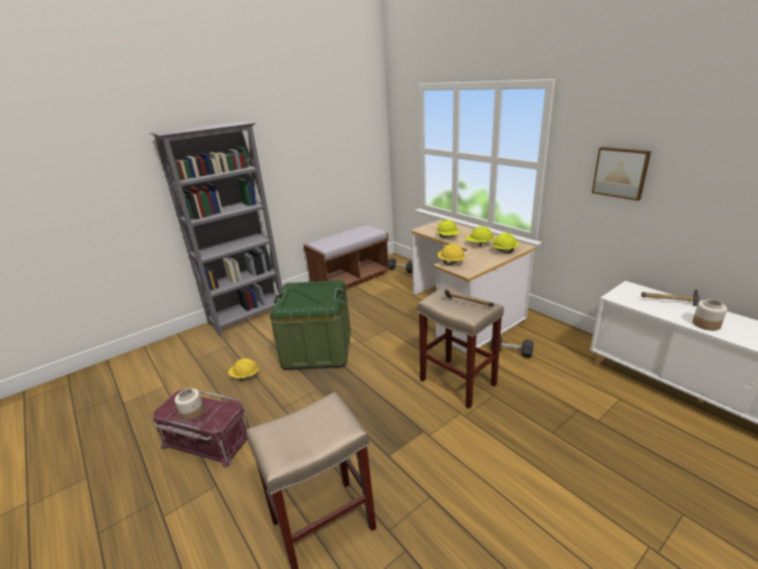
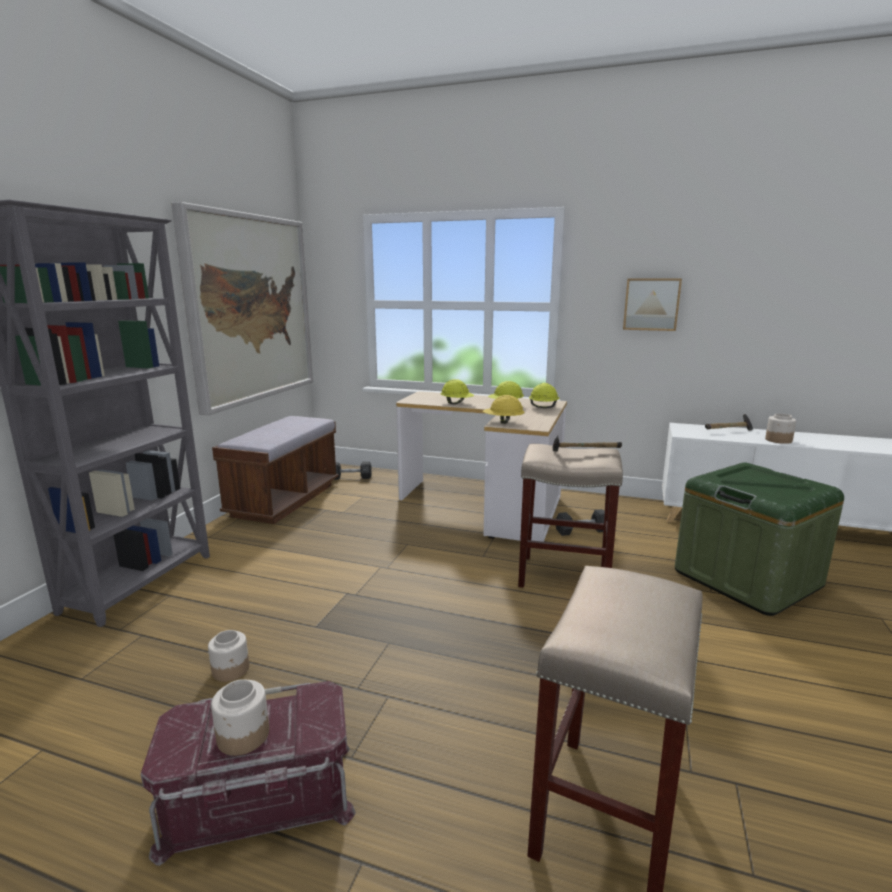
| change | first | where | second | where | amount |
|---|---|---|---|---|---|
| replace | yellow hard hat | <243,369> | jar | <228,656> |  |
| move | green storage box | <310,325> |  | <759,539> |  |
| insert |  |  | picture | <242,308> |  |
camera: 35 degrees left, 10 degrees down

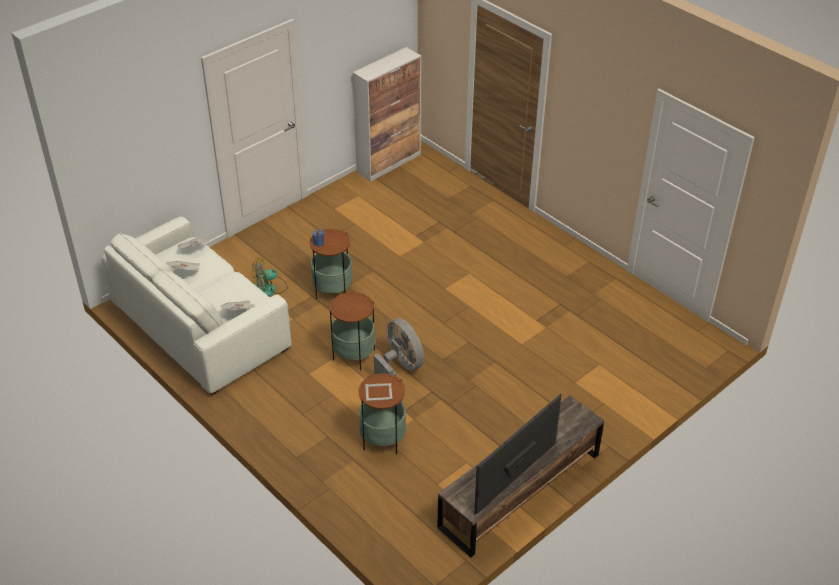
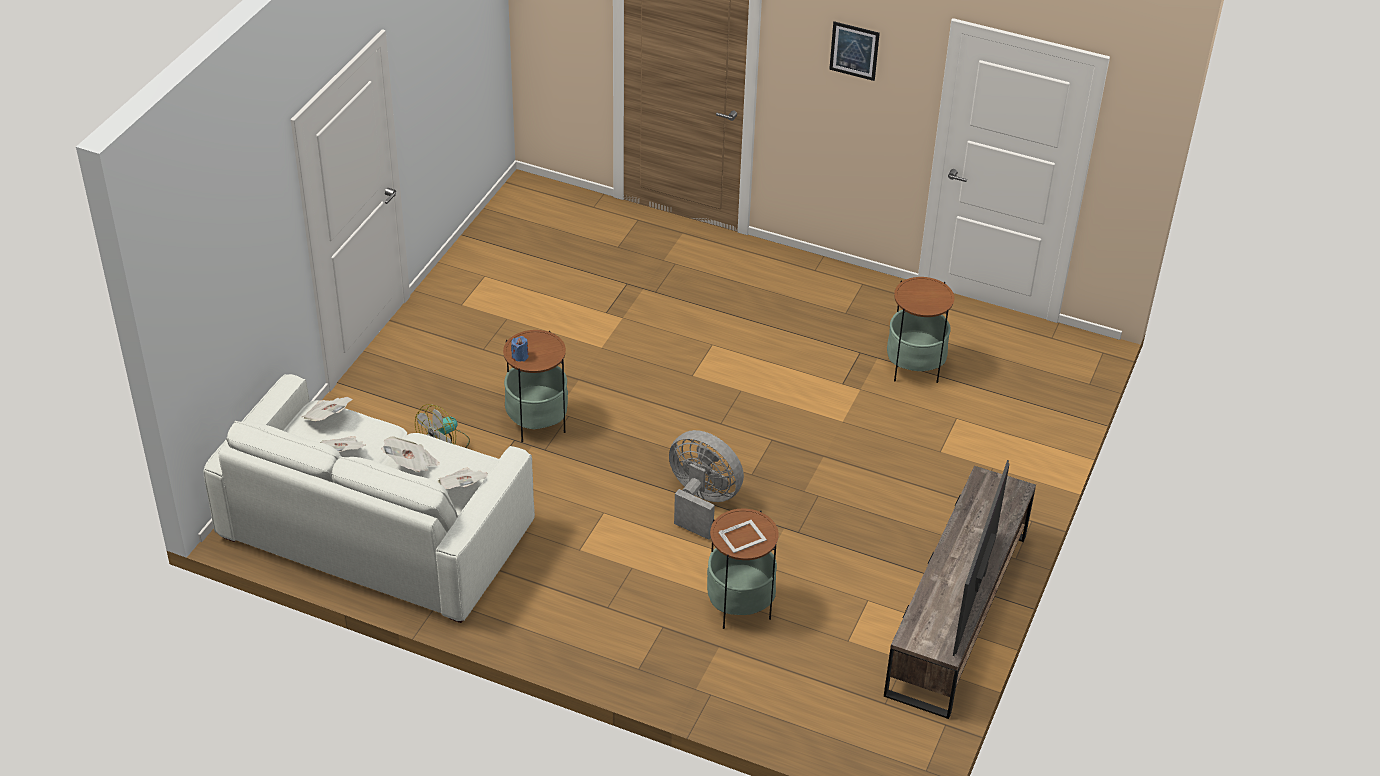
| change | first | where | second | where | amount |
|---|---|---|---|---|---|
| move | side table | <352,331> |  | <920,330> |  |
| delete | cabinet | <387,114> |  |  |  |
| insert |  |  | newspaper | <410,454> |  |
| insert |  |  | picture | <854,51> |  |
camera: 25 degrees left, 0 degrees up

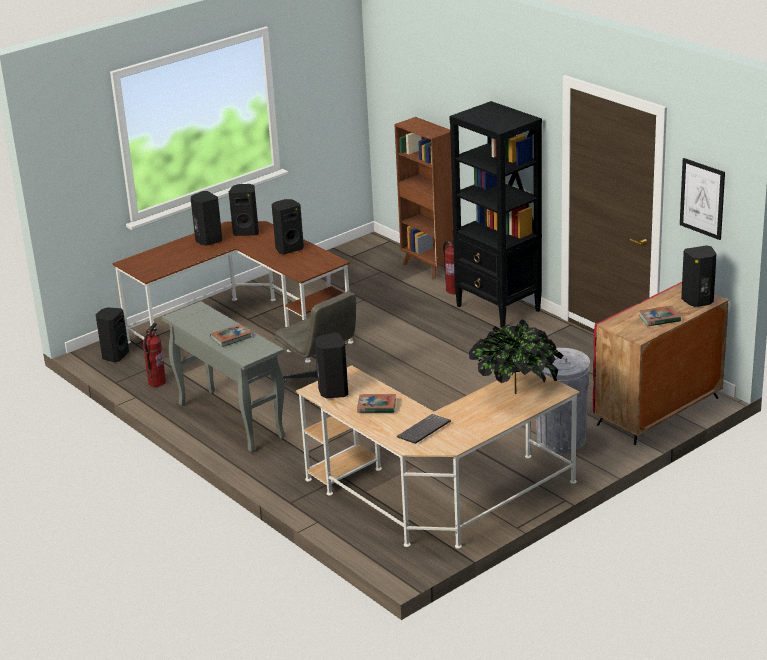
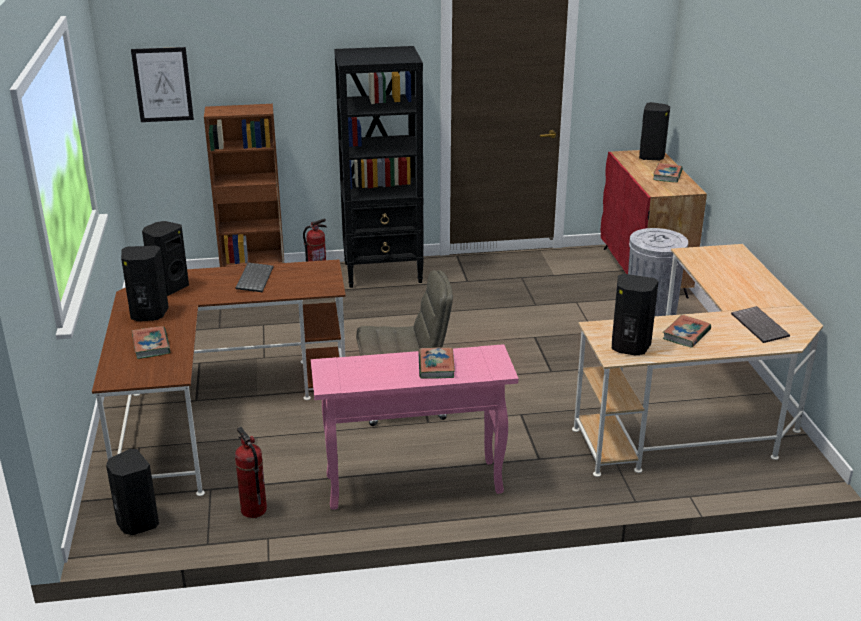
| change | first | where | second | where | amount |
|---|---|---|---|---|---|
| recolor | grey console table | <223,377> | pink console table | <414,427> |  |
| replace | black speaker | <288,226> | keyboard | <254,277> |  |
| delete | potted plant | <516,356> |  |  |  |
| move | picture | <702,199> |  | <162,84> |  |
| insert |  |  | book | <151,342> |  |
camera: 60 degrees left, 0 degrees up

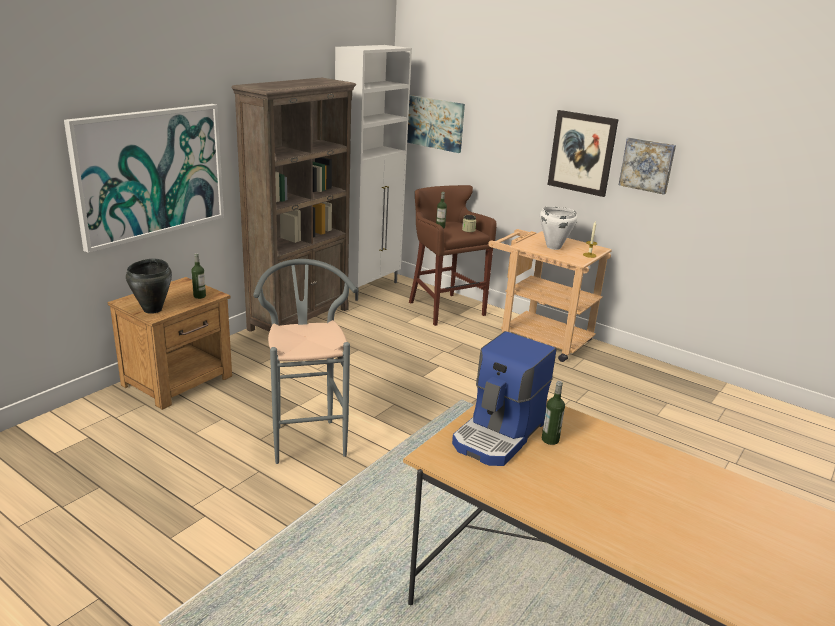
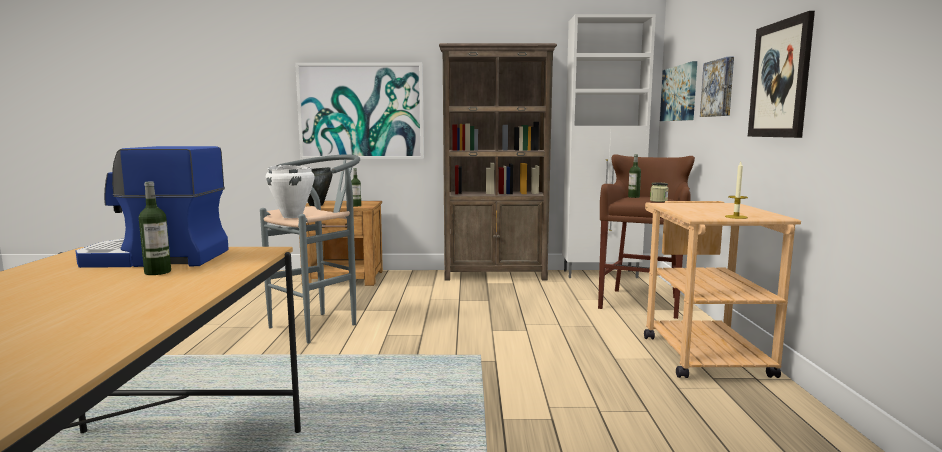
| change | first | where | second | where | amount |
|---|---|---|---|---|---|
| move | white cooking pot | <558,228> |  | <290,191> |  |
| move | picture | <647,166> |  | <717,87> |  |
camera: 55 degrees right, 15 degrees down

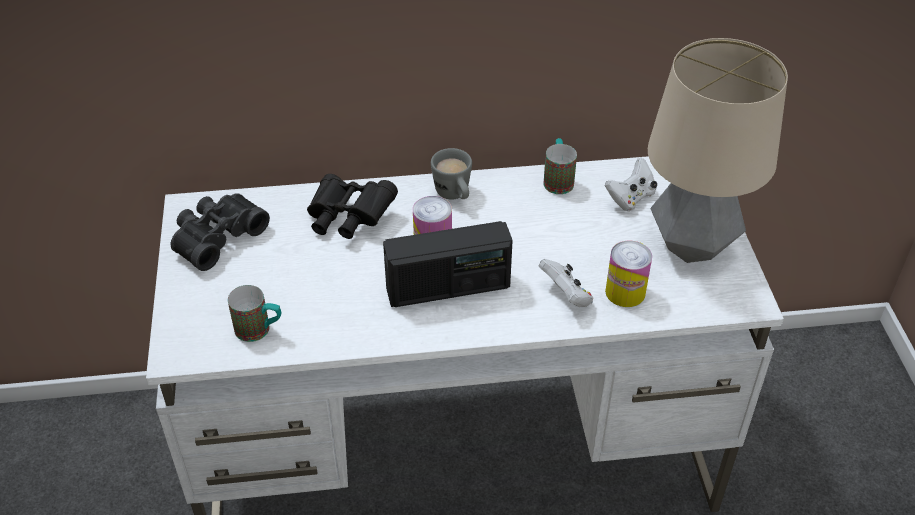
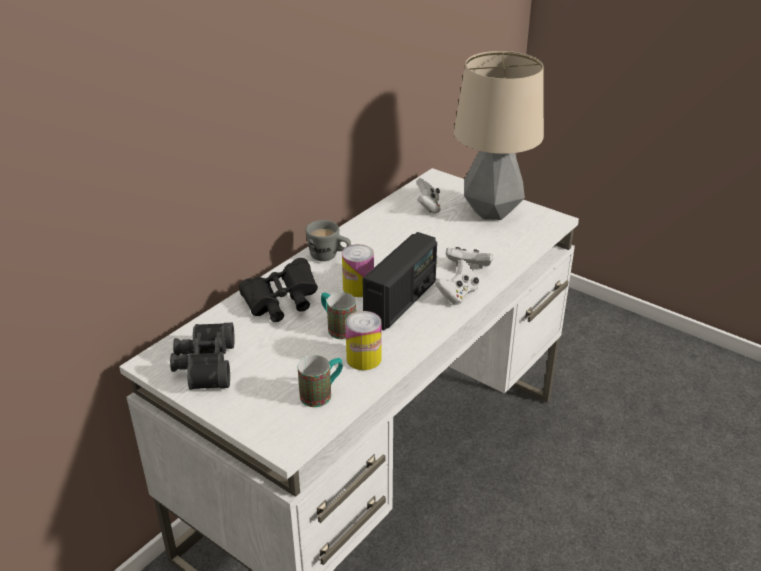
| change | first | where | second | where | amount |
|---|---|---|---|---|---|
| move | mug | <560,166> |  | <338,315> |  |
| move | can | <628,274> |  | <363,340> |  |
| insert |  |  | white game controller | <457,282> |  |
camera: 45 degrees left, 10 degrees down

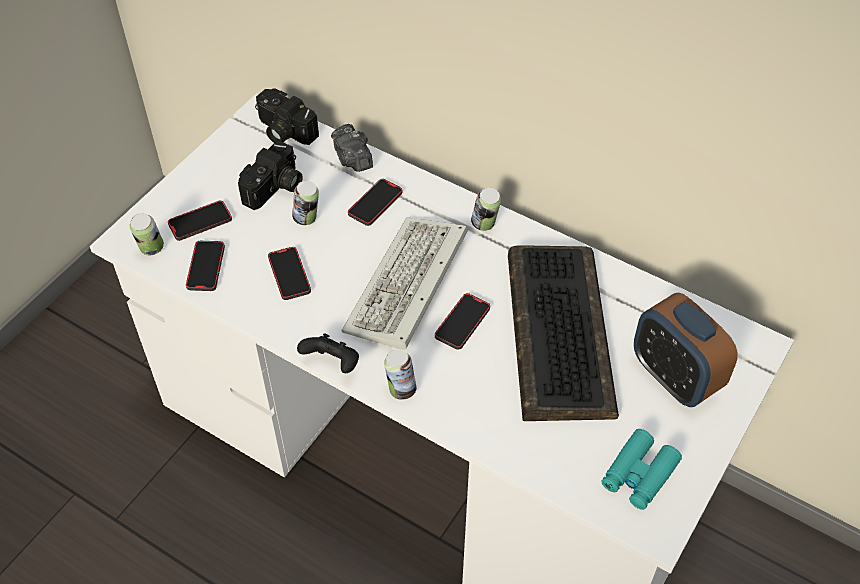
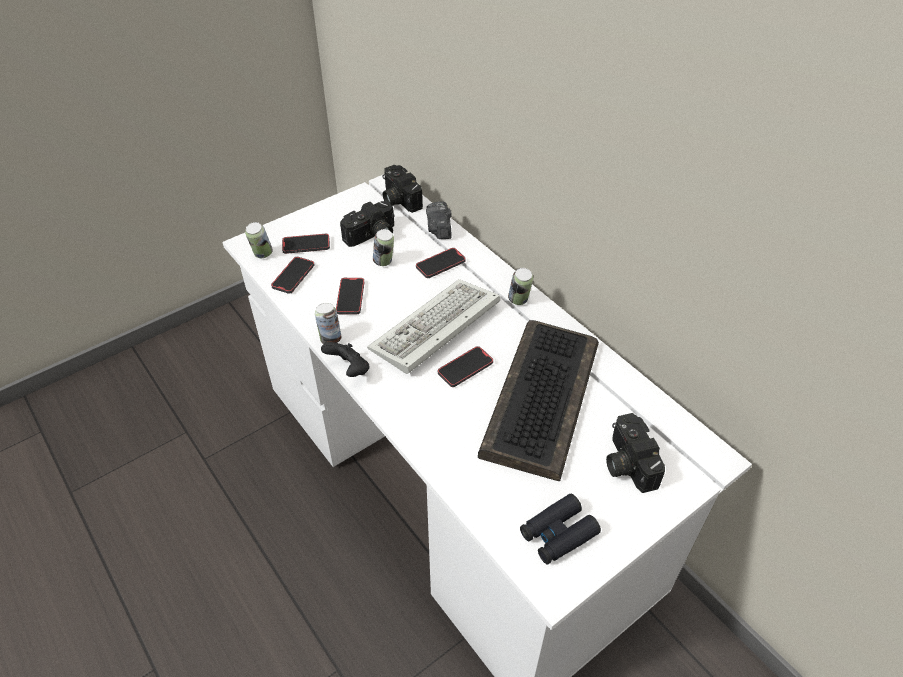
| change | first | where | second | where | amount |
|---|---|---|---|---|---|
| move | can | <400,374> |  | <328,323> |  |
| recolor | turquoise binoculars | <642,469> | black binoculars | <560,529> |  |
| replace | alarm clock | <686,349> | photo camera | <635,453> |  |
camera: 20 degrees right, 5 degrees down

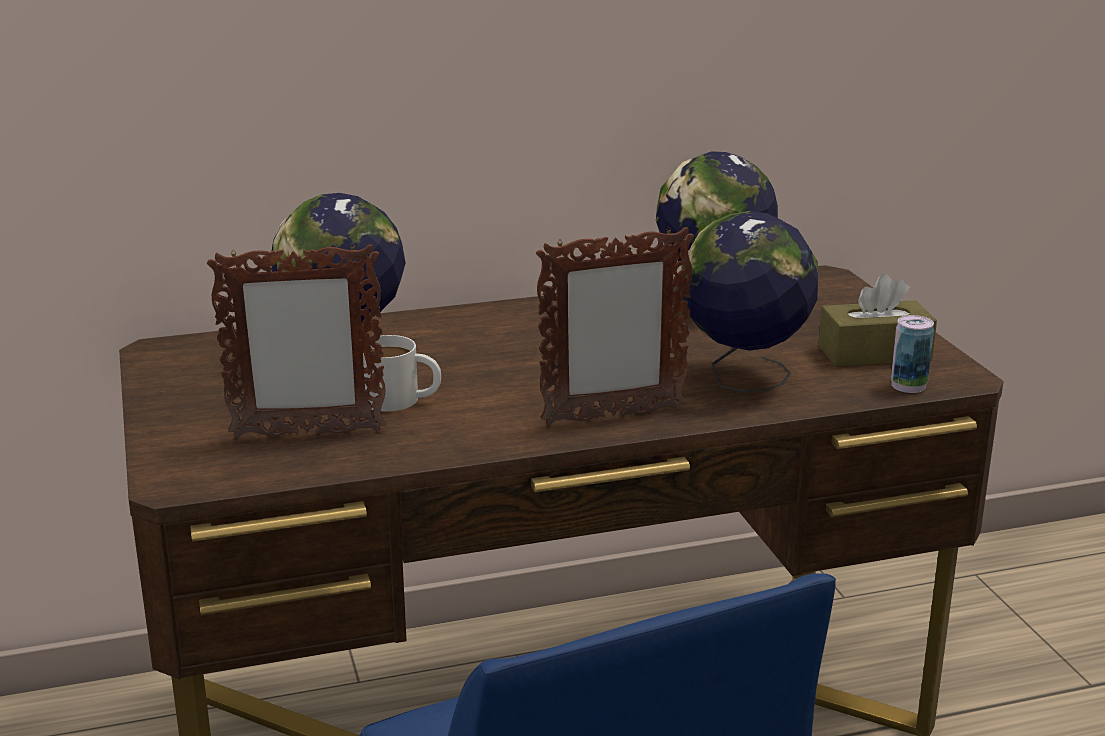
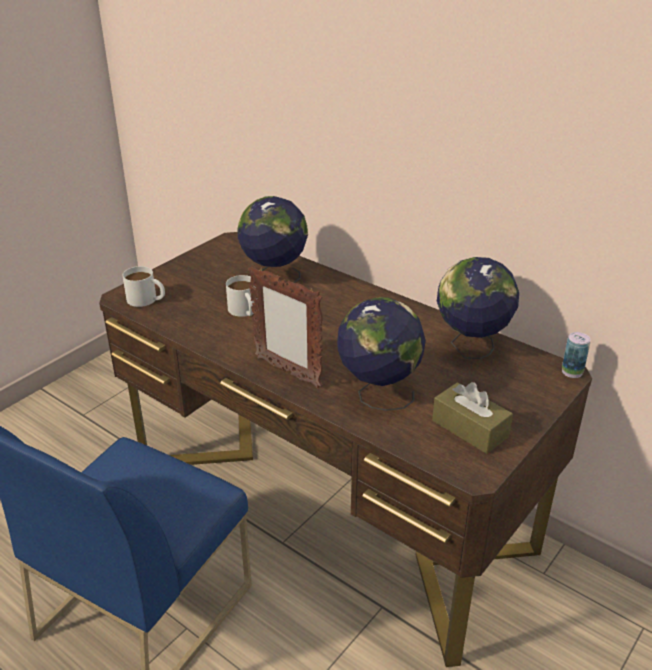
| change | first | where | second | where | amount |
|---|---|---|---|---|---|
| delete | picture frame | <297,340> |  |  |  |
| move | can | <912,354> |  | <576,355> |  |
| insert |  |  | white mug | <143,286> |  |
camera: 55 degrees right, 10 degrees up

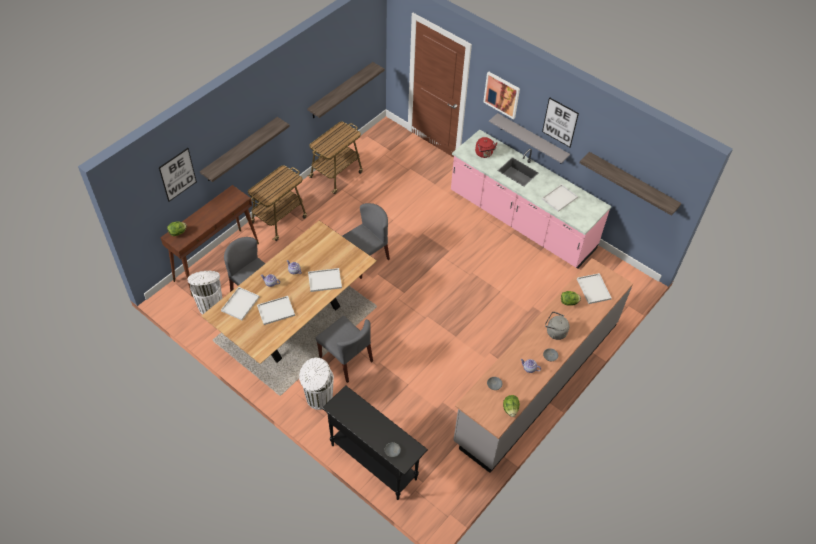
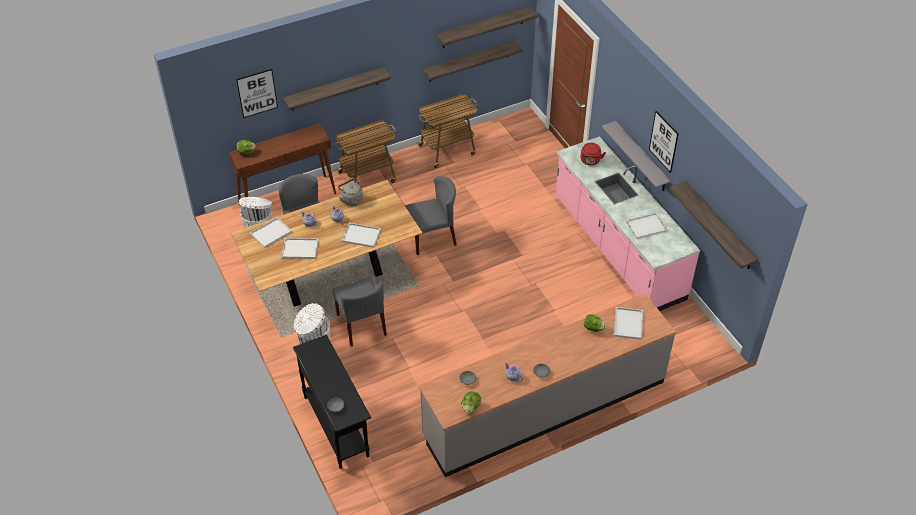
| change | first | where | second | where | amount |
|---|---|---|---|---|---|
| delete | picture | <501,96> |  |  |  |
| move | grey kettle | <557,326> |  | <350,192> |  |
| insert |  |  | shelf | <487,27> |  |
camera: 25 degrees right, 5 degrees down

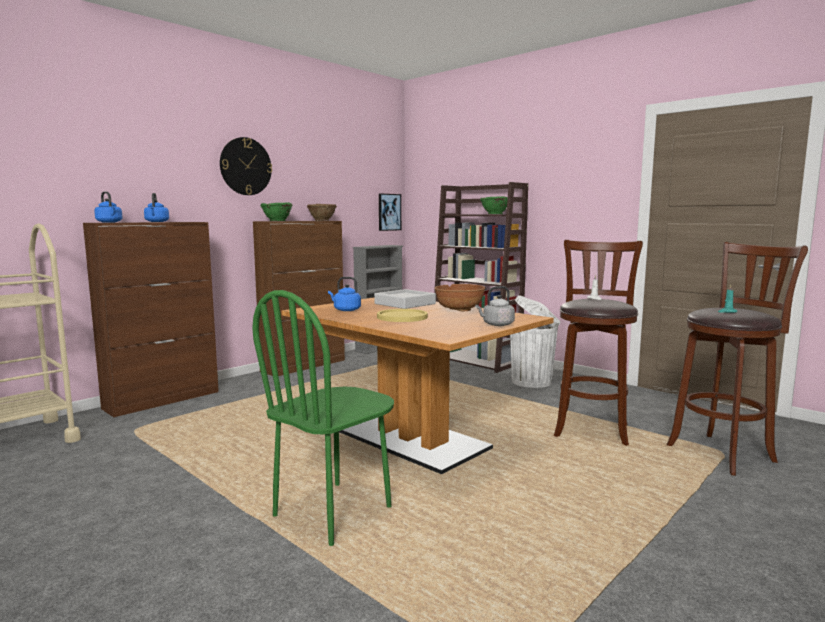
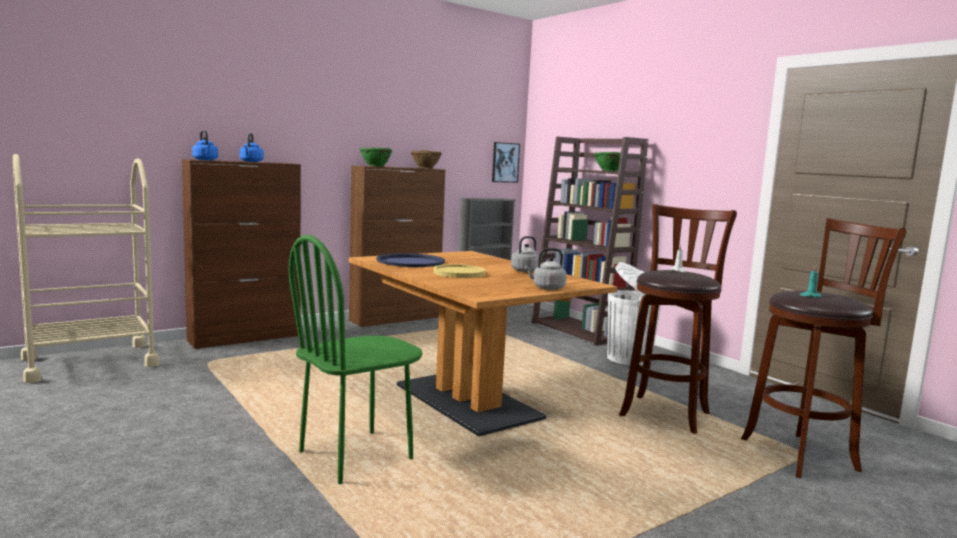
| change | first | where | second | where | amount |
|---|---|---|---|---|---|
| delete | wall clock | <246,166> |  |  |  |
| replace | blue kettle | <344,294> | blue tray | <410,260> |  |
| delete | grey tray | <405,299> |  |  |  |
| replace | brown bowl | <460,297> | grey kettle | <528,254> |  |
camera: 10 degrees right, 0 degrees up

